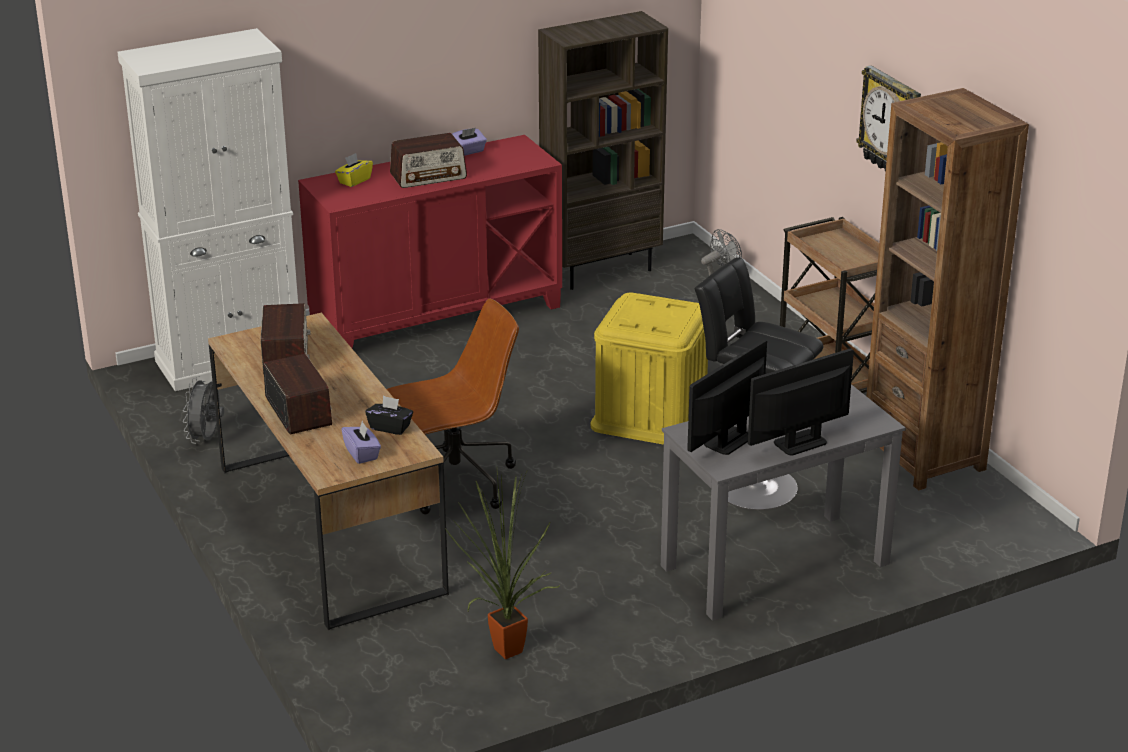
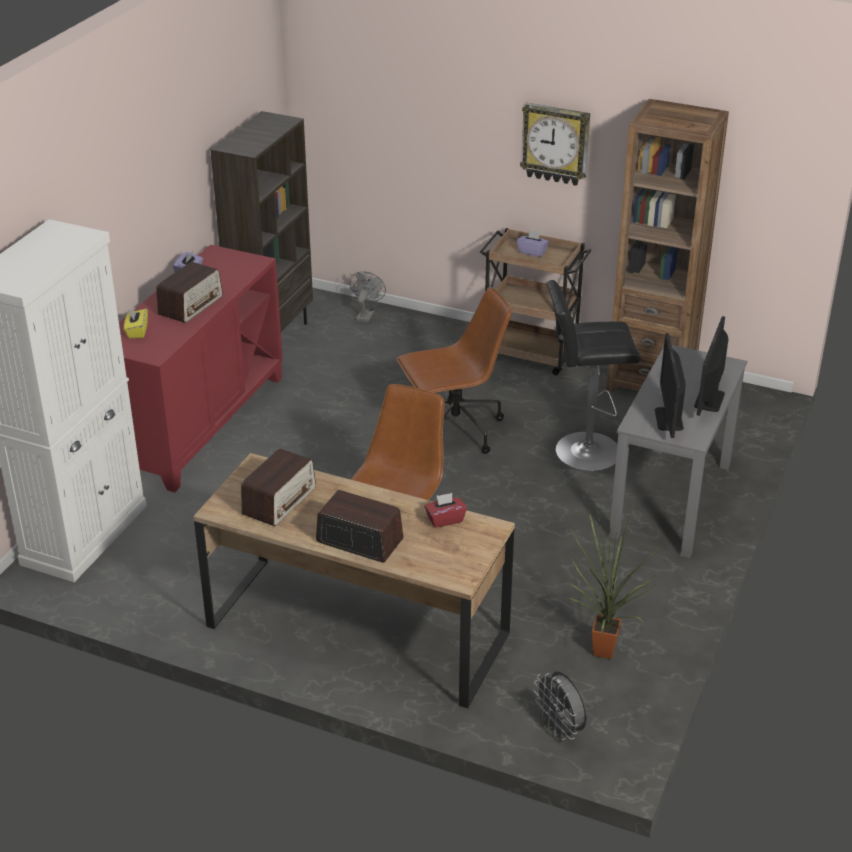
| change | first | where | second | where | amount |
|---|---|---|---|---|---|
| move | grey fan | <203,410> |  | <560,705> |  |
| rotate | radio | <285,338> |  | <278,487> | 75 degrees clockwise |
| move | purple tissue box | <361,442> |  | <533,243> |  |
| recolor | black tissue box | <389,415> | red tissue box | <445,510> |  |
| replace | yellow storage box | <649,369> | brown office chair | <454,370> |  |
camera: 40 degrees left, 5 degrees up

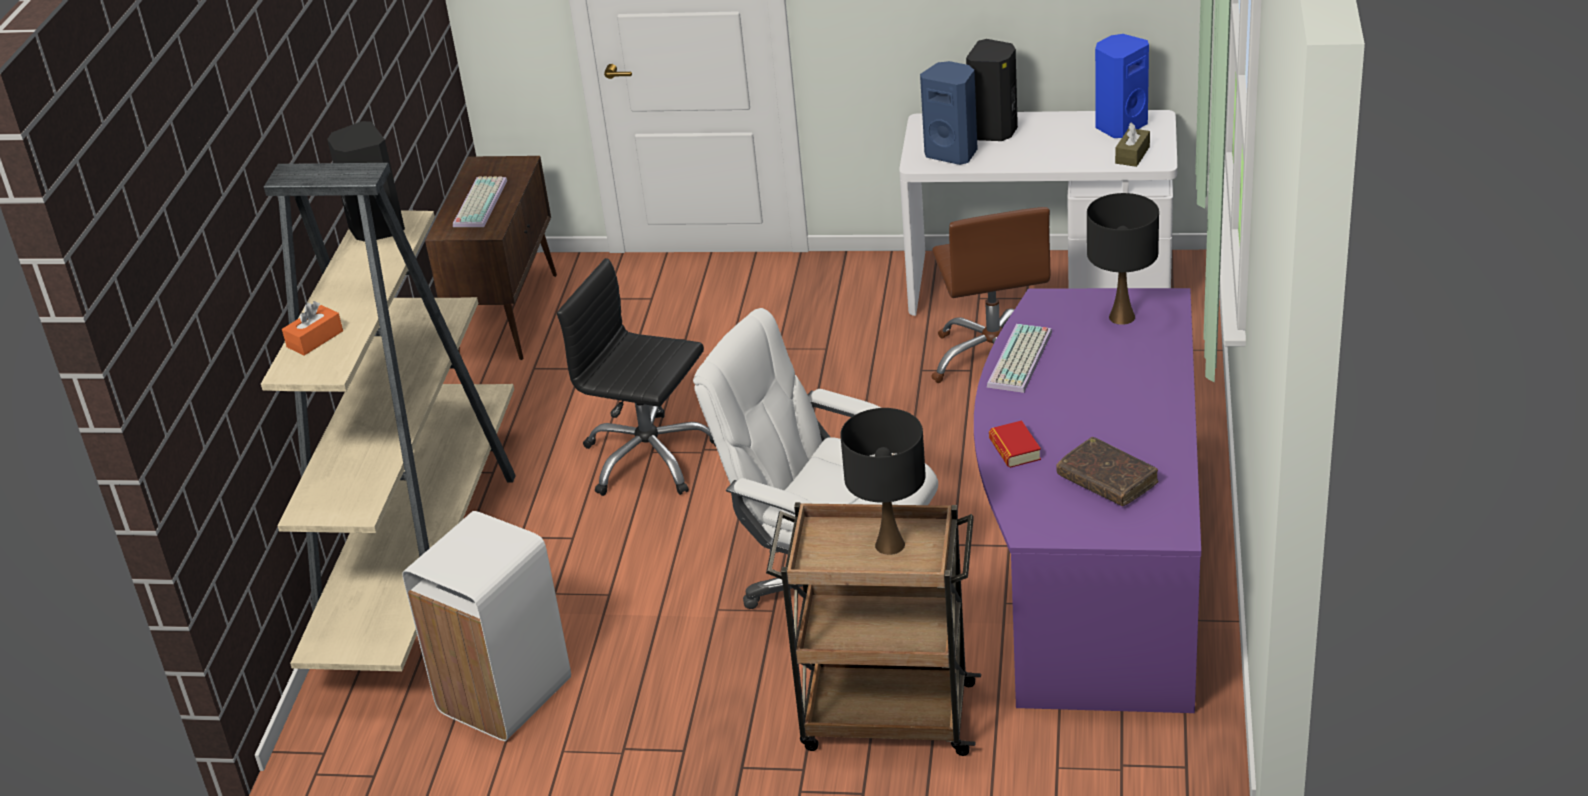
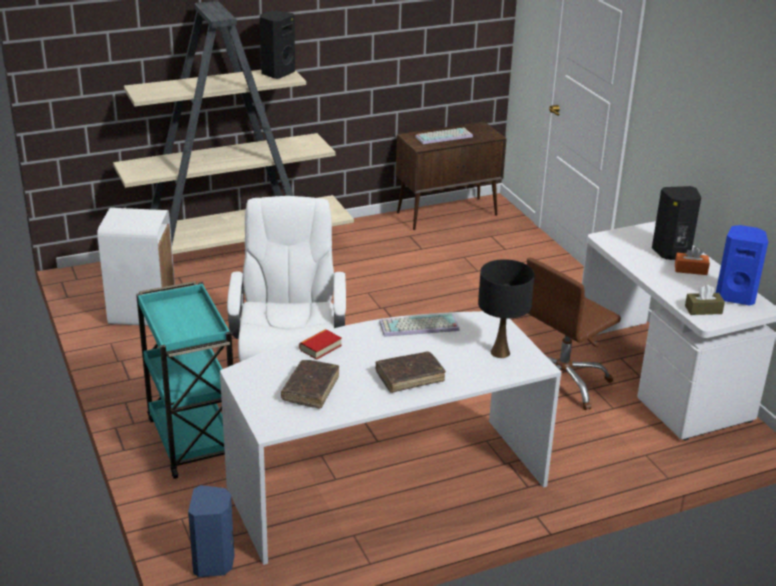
| change | first | where | second | where | amount |
|---|---|---|---|---|---|
| move | orange tissue box | <312,328> |  | <692,261> |  |
| delete | black office chair | <636,377> |  |  |  |
| recolor | brown cart | <873,629> | turquoise cart | <184,380> |  |
| delete | black table lamp | <883,481> |  |  |  |
| move | blue speaker | <949,113> |  | <211,531> |  |
| recolor | purple desk | <1087,500> | white desk | <391,438> |  |
| insert |  |  | brown book | <410,372> |  |
camera: 55 degrees right, 5 degrees down

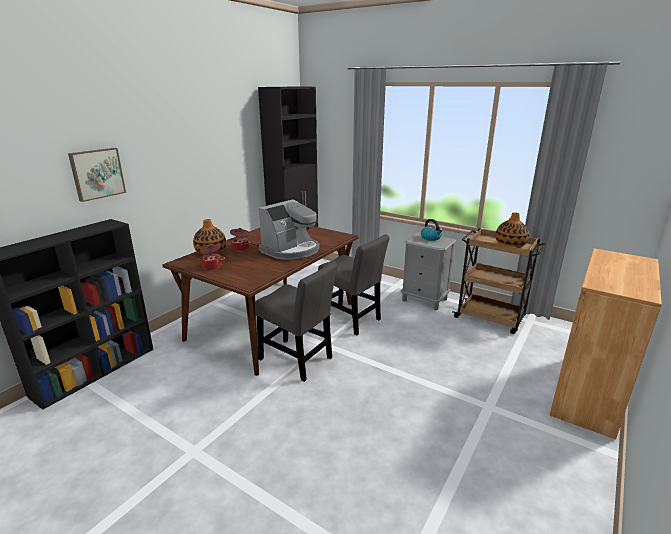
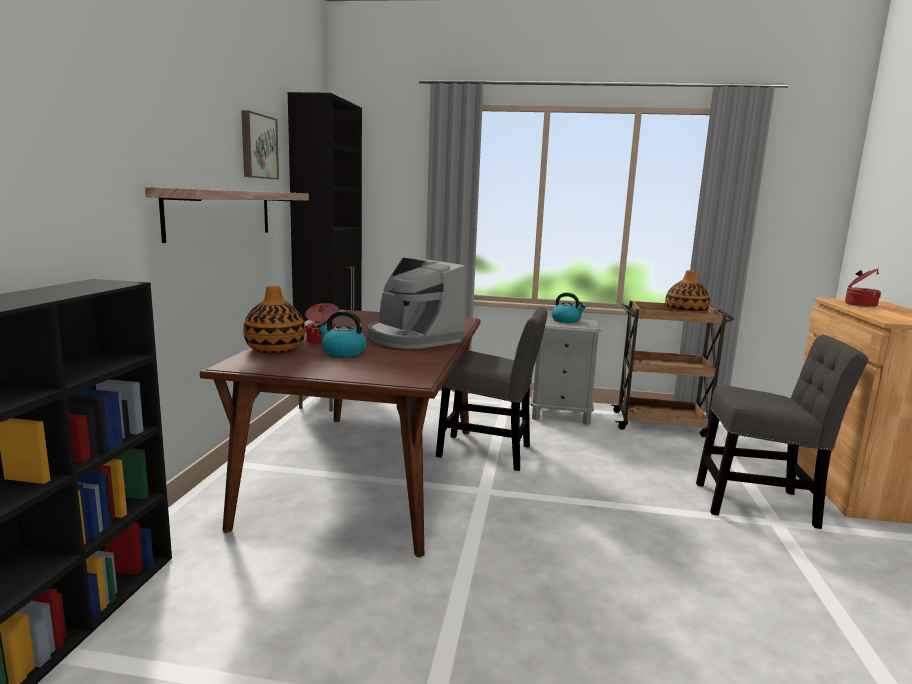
| change | first | where | second | where | amount |
|---|---|---|---|---|---|
| move | picture | <97,175> |  | <260,144> |  |
| move | cooking pot | <211,257> |  | <863,287> |  |
| move | grey chair | <296,322> |  | <782,432> |  |
| rotate | coffee machine | <289,229> |  | <416,303> | 120 degrees clockwise |
| insert |  |  | shelf | <227,215> |  |
| insert |  |  | kettle | <342,334> |  |
camera: 25 degrees left, 10 degrees down

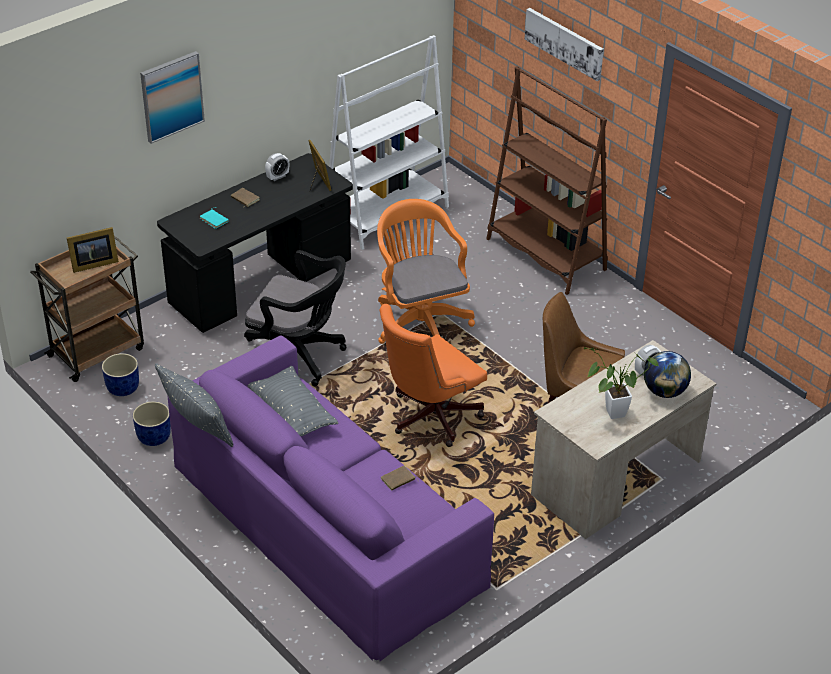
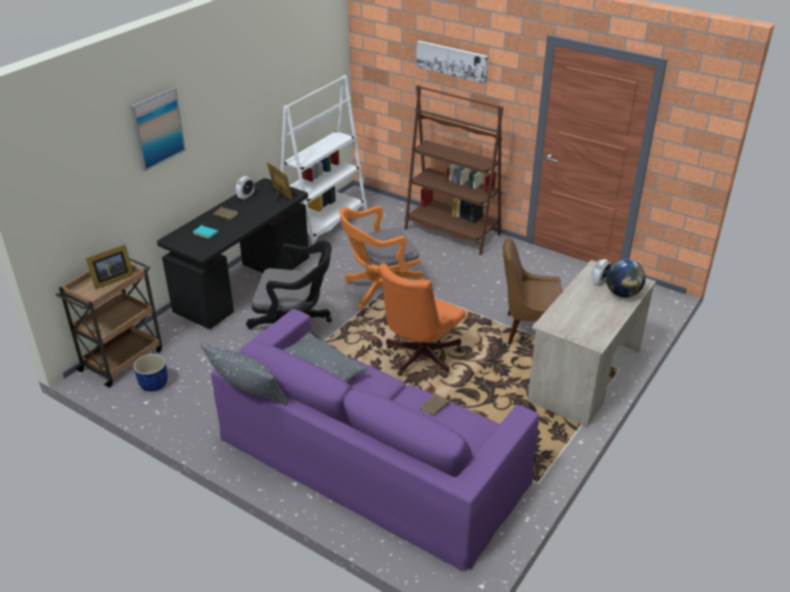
| change | first | where | second | where | amount |
|---|---|---|---|---|---|
| delete | blue planter | <152,423> |  |  |  |
| rotate | orange office chair | <426,271> |  | <381,257> | 75 degrees counterclockwise |
| delete | potted plant | <621,383> |  |  |  |
camera: 15 degrees left, 5 degrees down

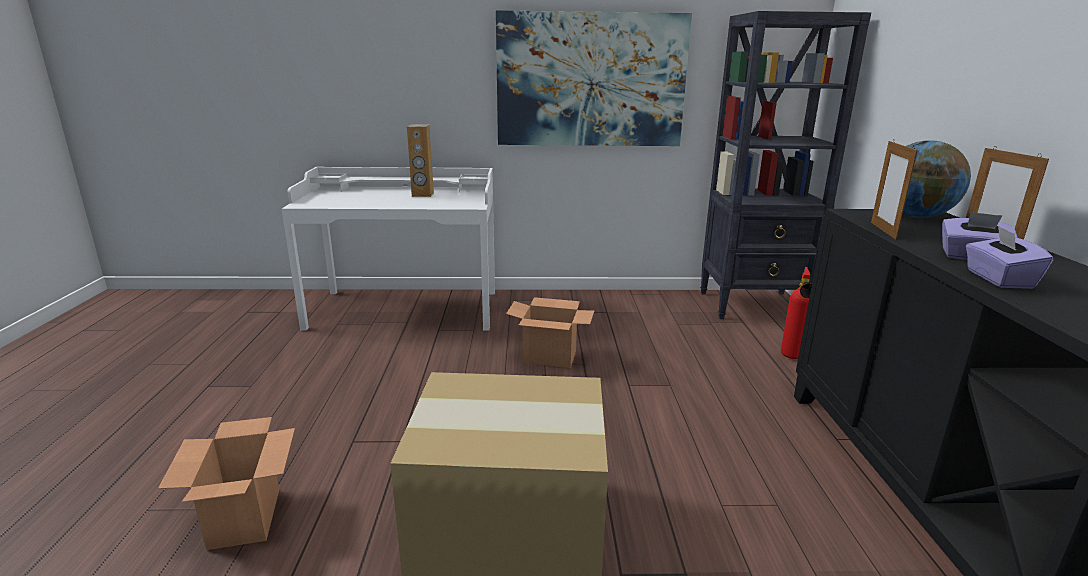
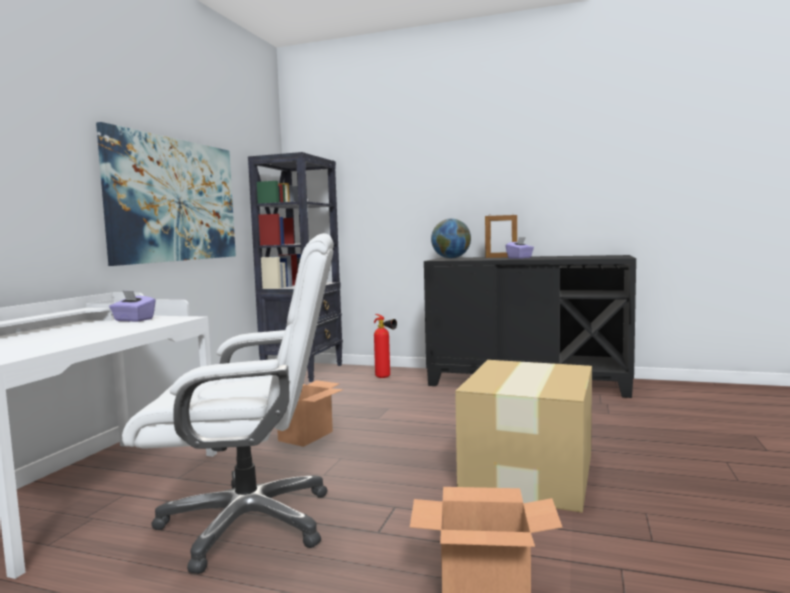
| change | first | where | second | where | amount |
|---|---|---|---|---|---|
| delete | brown speaker | <420,160> |  |  |  |
| delete | picture frame | <894,189> |  |  |  |
| move | purple tissue box | <1009,257> |  | <132,306> |  |
| insert |  |  | white office chair | <228,403> |  |
camera: 70 degrees left, 15 degrees down

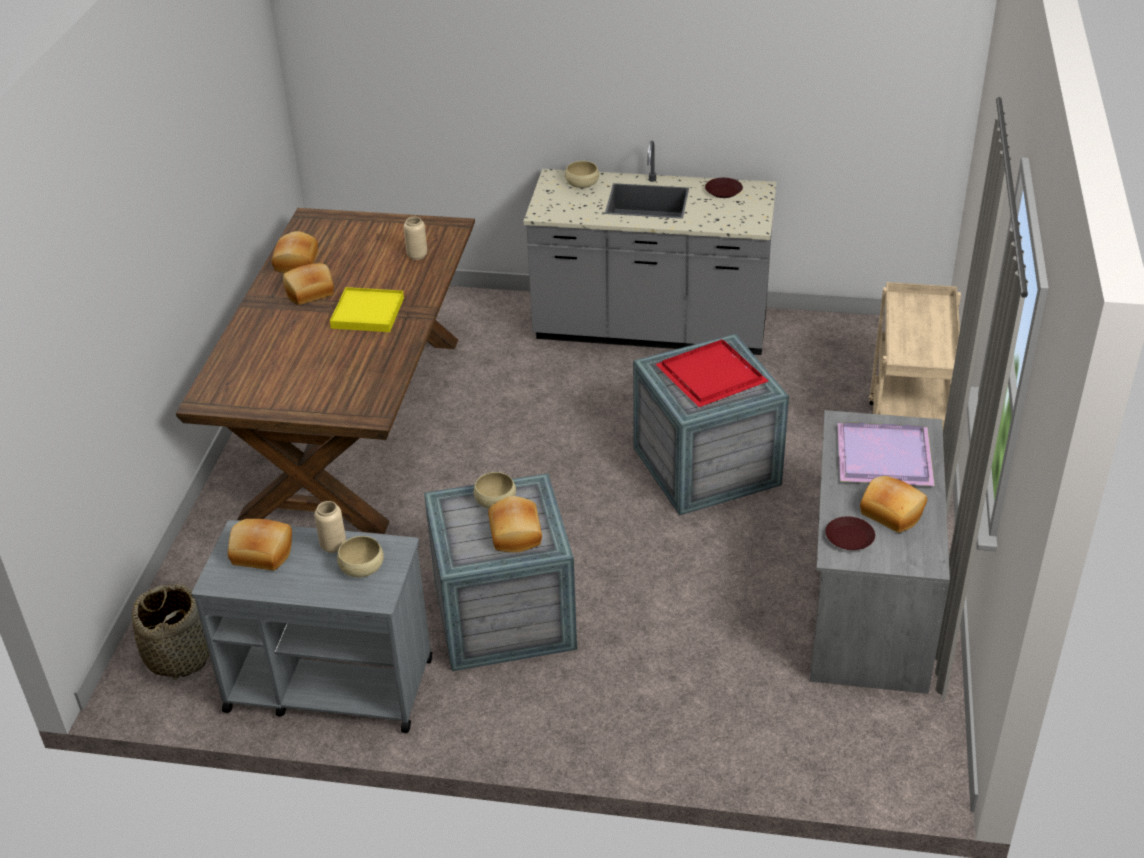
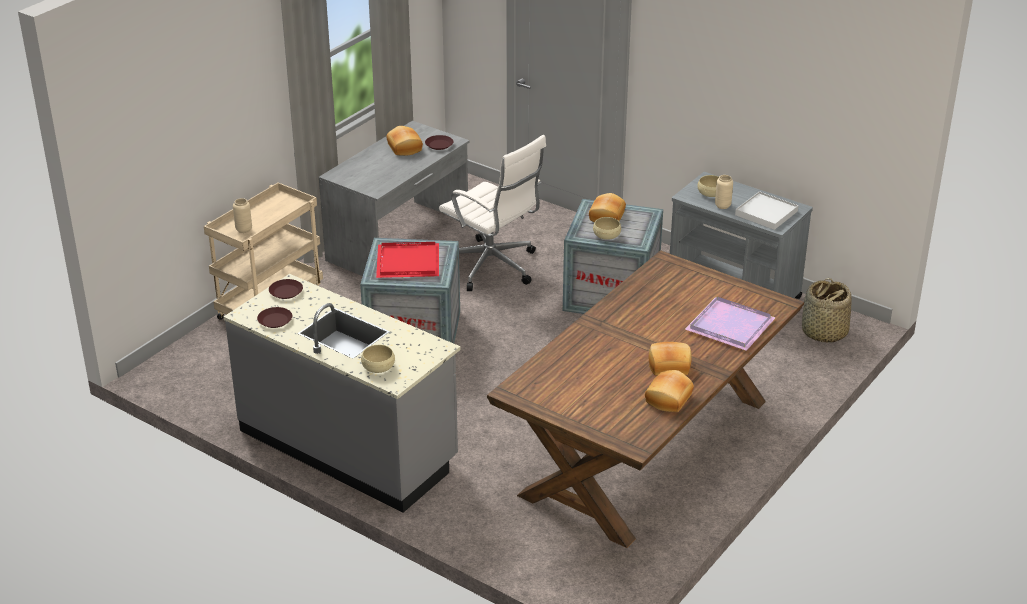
| change | first | where | second | where | amount |
|---|---|---|---|---|---|
| replace | bread | <260,544> | white tray | <766,210> |  |
| delete | yellow tray | <367,309> |  |  |  |
| move | beige vase | <415,238> |  | <242,215> |  |
| move | purple tray | <886,454> |  | <730,324> |  |
| insert |  |  | brown plate | <286,289> |  |
| insert |  |  | white office chair | <492,213> |  |
camera: 155 degrees left, 5 degrees down

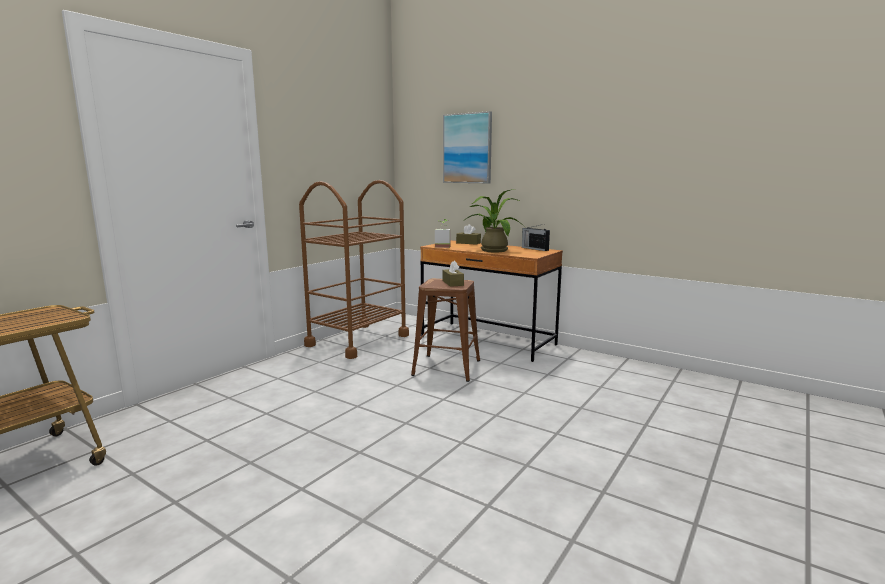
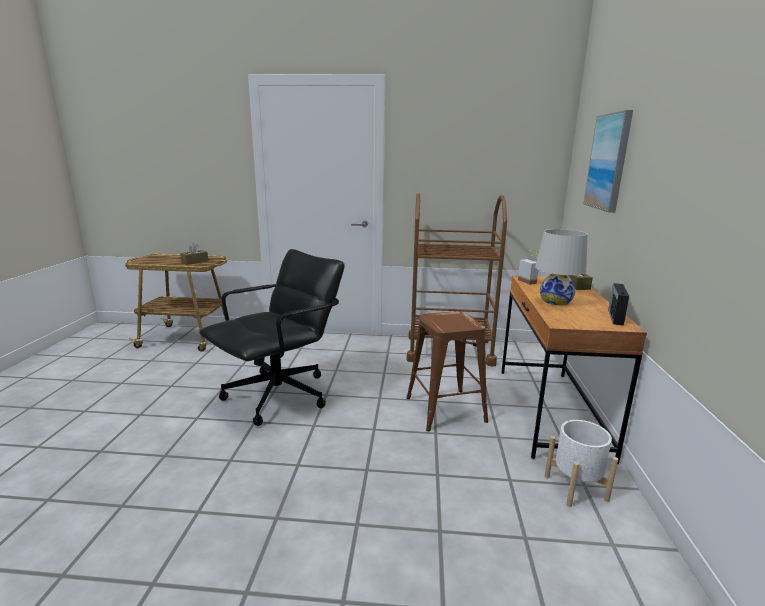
| change | first | where | second | where | amount |
|---|---|---|---|---|---|
| move | brown tissue box | <453,274> |  | <194,254> |  |
| replace | potted plant | <495,221> | white table lamp | <561,267> |  |
| insert |  |  | black office chair | <272,337> |  |
| insert |  |  | white planter | <581,463> |  |
camera: 60 degrees right, 5 degrees up

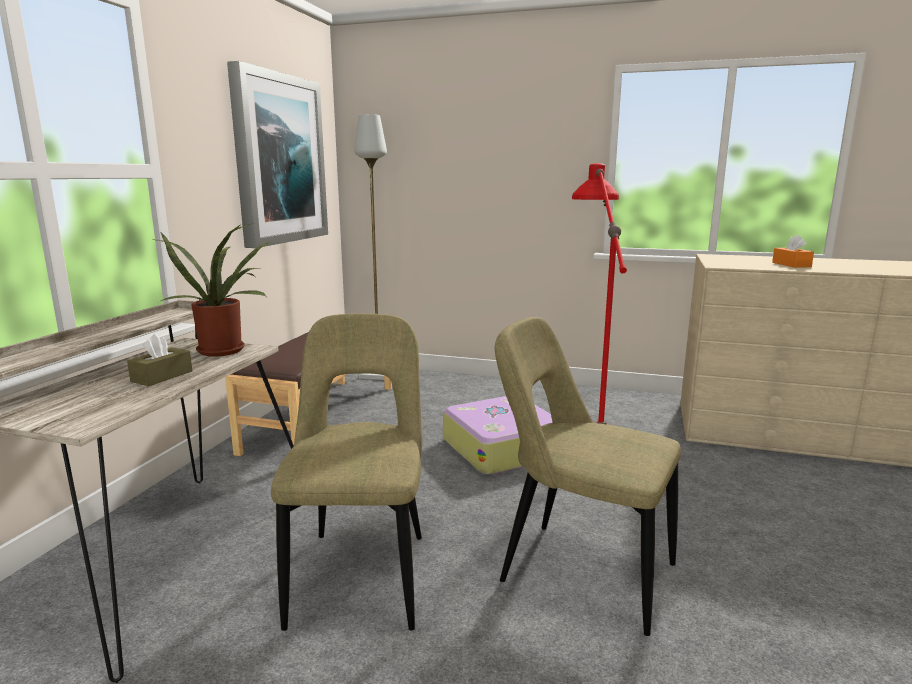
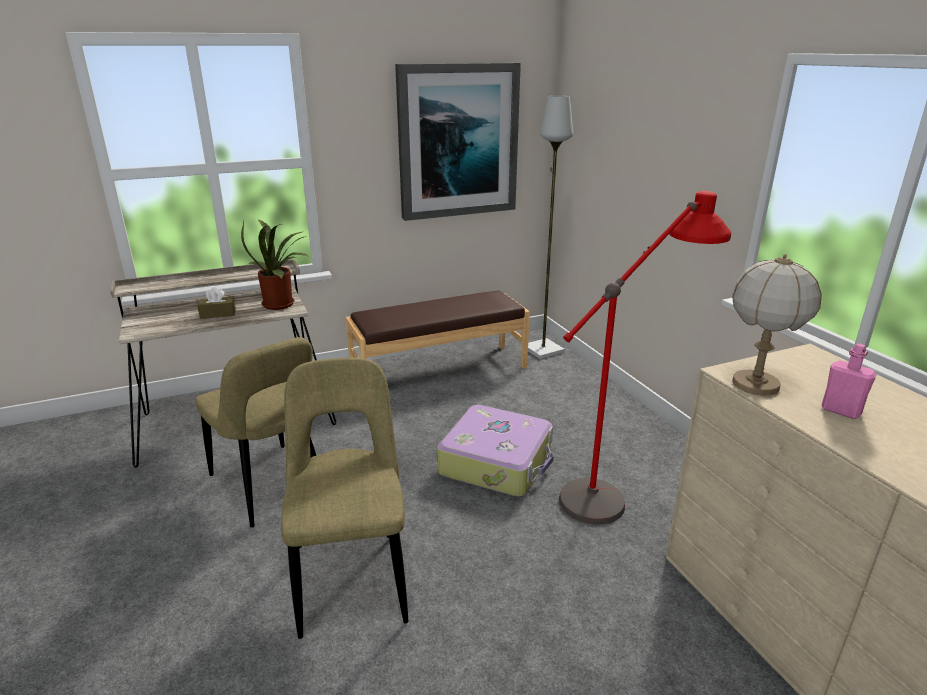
| change | first | where | second | where | amount |
|---|---|---|---|---|---|
| rotate | beige chair | <346,472> |  | <255,432> | 90 degrees clockwise |
| replace | orange tissue box | <793,251> | pink bottle | <849,381> |  |
| insert |  |  | table lamp | <777,324> |  |
camera: 50 degrees right, 10 degrees up

